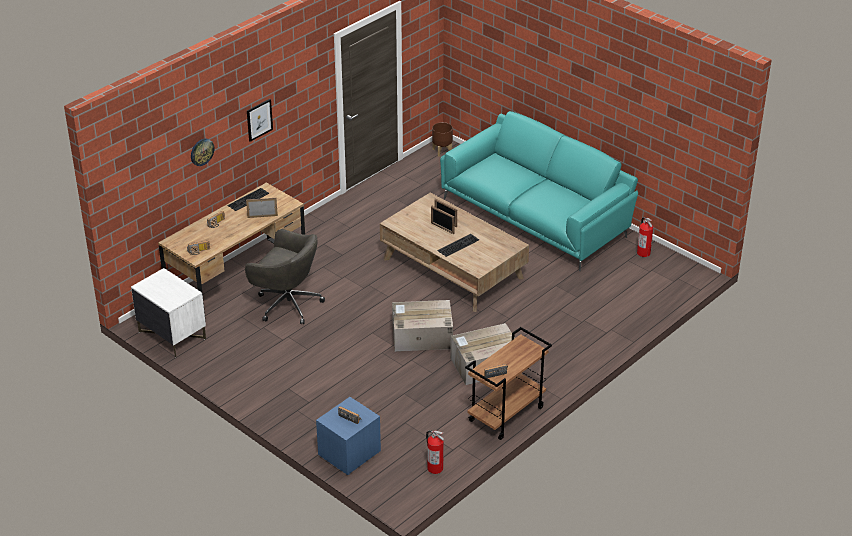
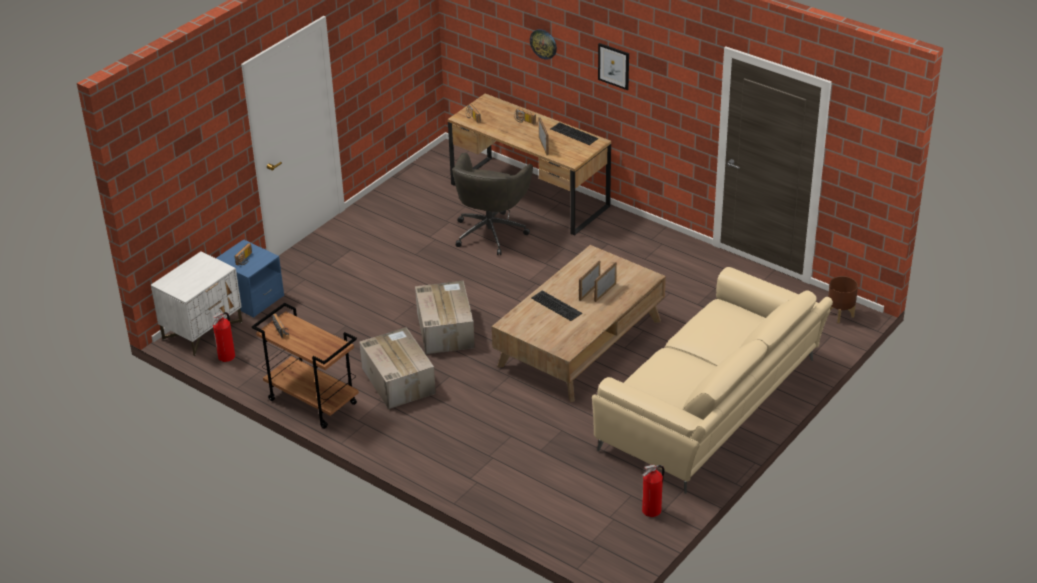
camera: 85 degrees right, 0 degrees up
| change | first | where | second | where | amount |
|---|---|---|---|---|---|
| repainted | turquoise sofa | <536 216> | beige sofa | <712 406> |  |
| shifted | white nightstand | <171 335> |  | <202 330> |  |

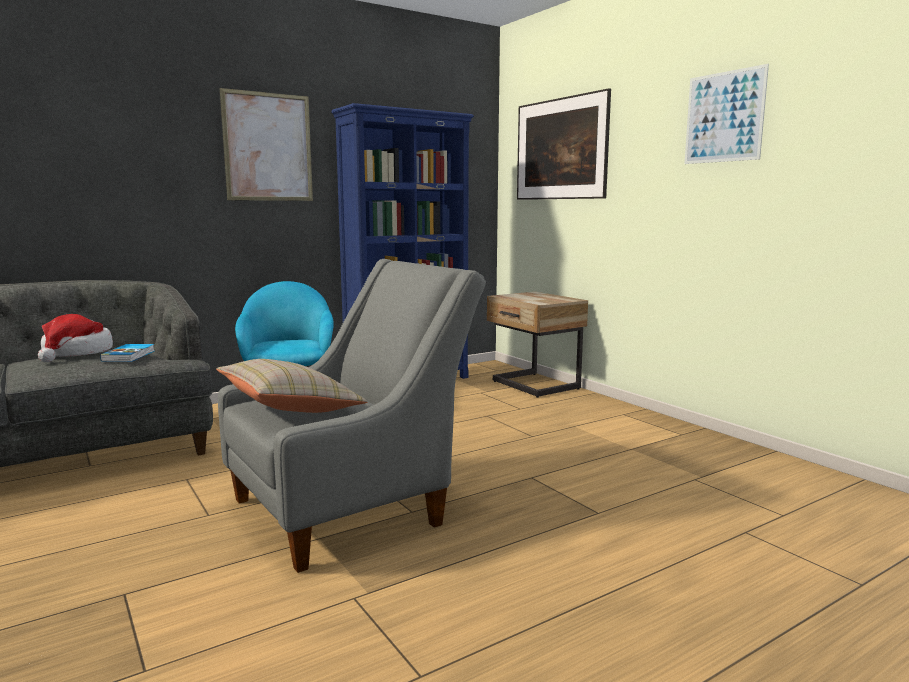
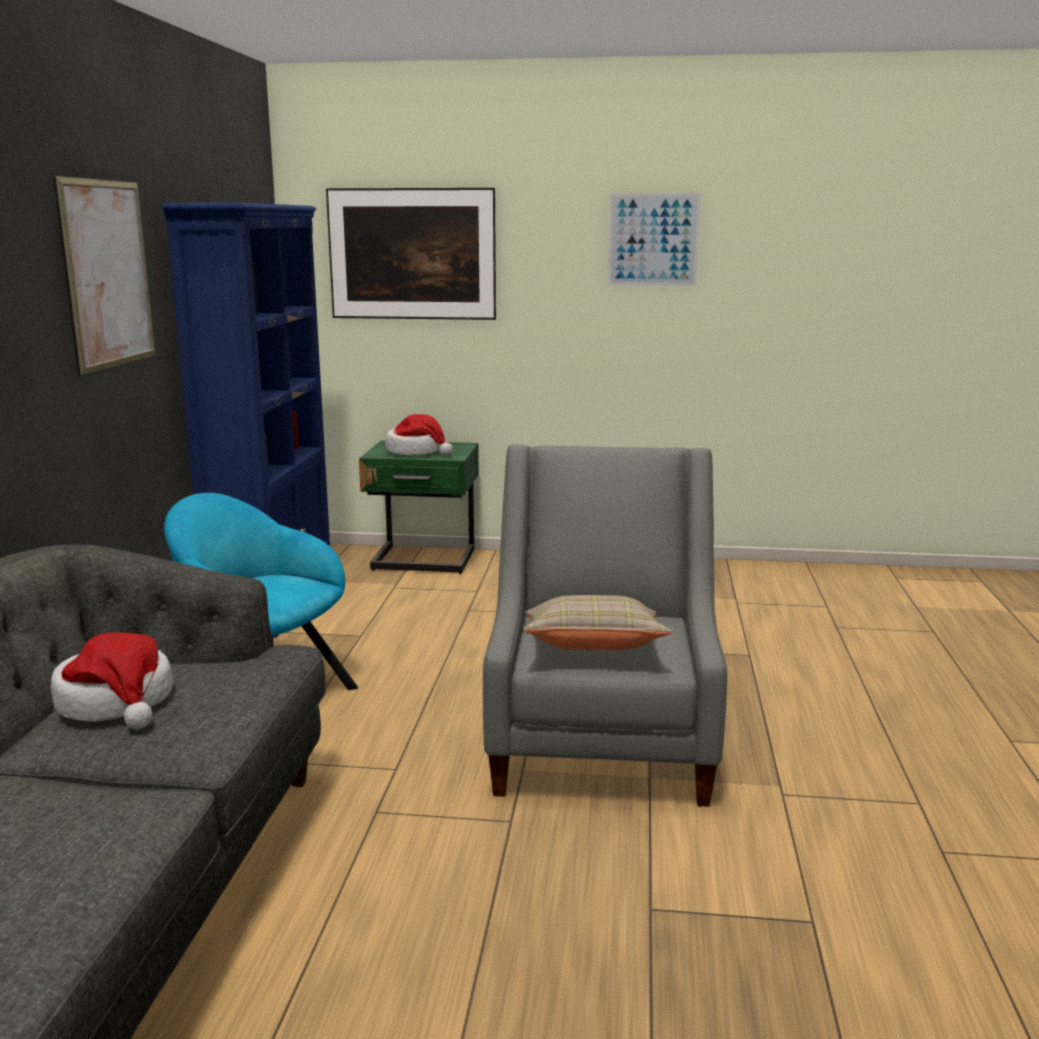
camera: 50 degrees left, 5 degrees up
| change | first | where | second | where | amount |
|---|---|---|---|---|---|
| repainted | beige nightstand | <533 385> | green nightstand | <423 561> |  |
| gone | book | <129 356> |  |  |  |
| new |  |  | hat | <417 451> |  |

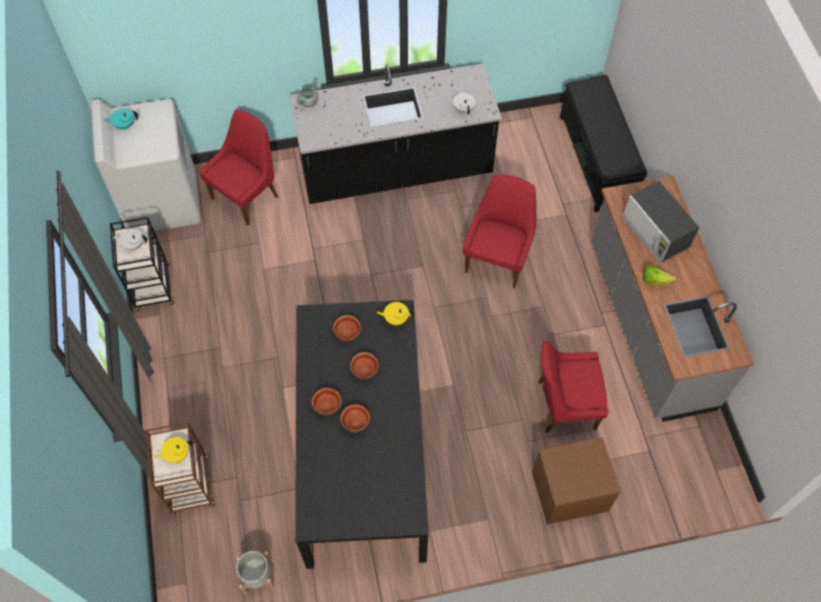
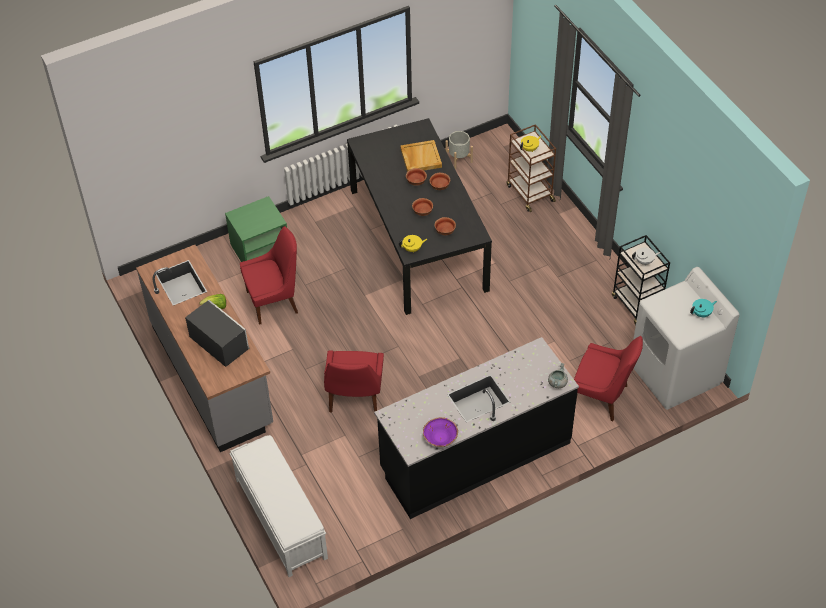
camera: 165 degrees right, 10 degrees down
| change | first | where | second | where | amount |
|---|---|---|---|---|---|
| repainted | black bench | <596 160> | white bench | <280 518> |  |
| gone | white teapot | <463 108> |  |  |  |
| rotated | red chair | <247 196> |  | <602 397> | 90 degrees counterclockwise |
| repainted | brown nightstand | <569 492> | green nightstand | <260 249> |  |
| new |  |  | beige tray | <420 158> |  |
| new |  |  | purple bowl | <440 437> |  |

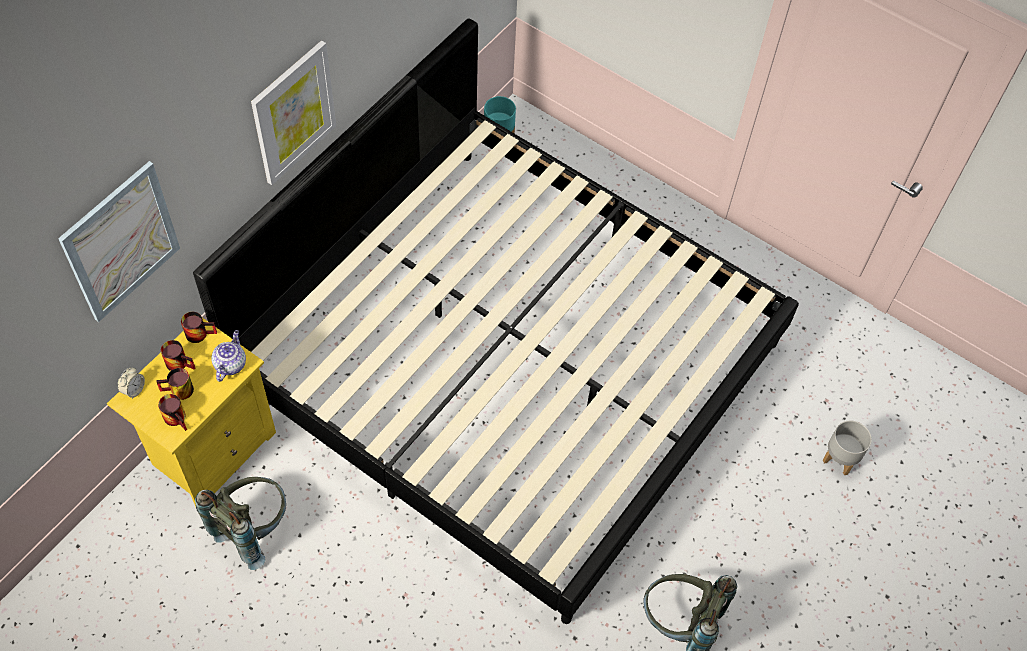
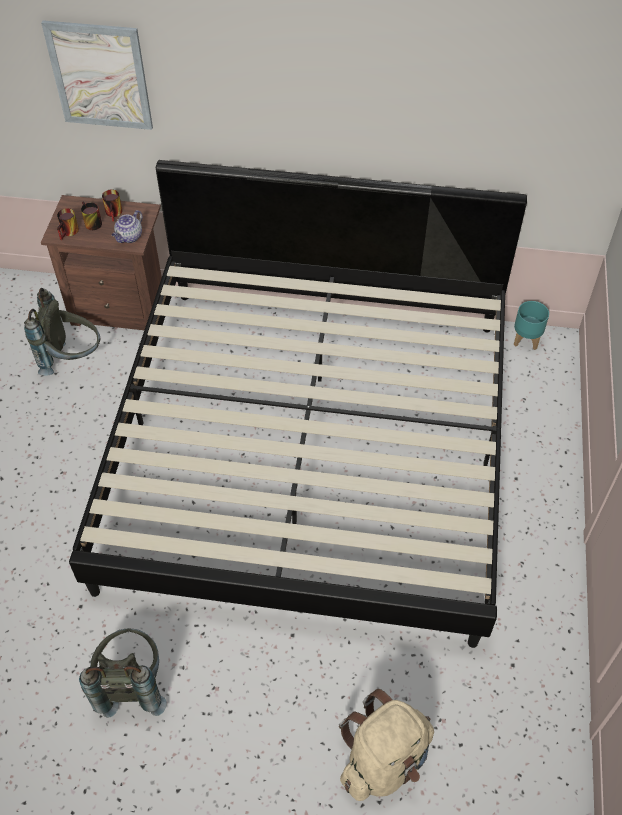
camera: 65 degrees right, 5 degrees down
| change | first | where | second | where | amount |
|---|---|---|---|---|---|
| gone | picture | <293 113> |  |  |  |
| gone | mug | <200 332> |  |  |  |
| repainted | yellow nightstand | <211 450> | brown nightstand | <122 308> |  |
| rotated | teapot | <230 364> |  | <129 237> | 135 degrees clockwise |
| gone | alarm clock | <133 390> |  |  |  |
| swapped | grey planter | <839 458> | beige backpack | <384 760> |  |

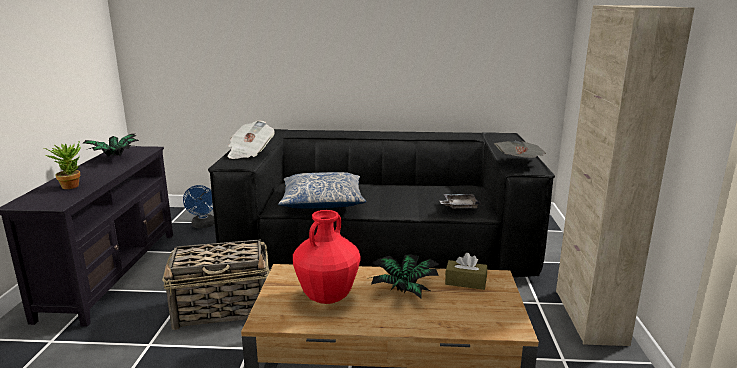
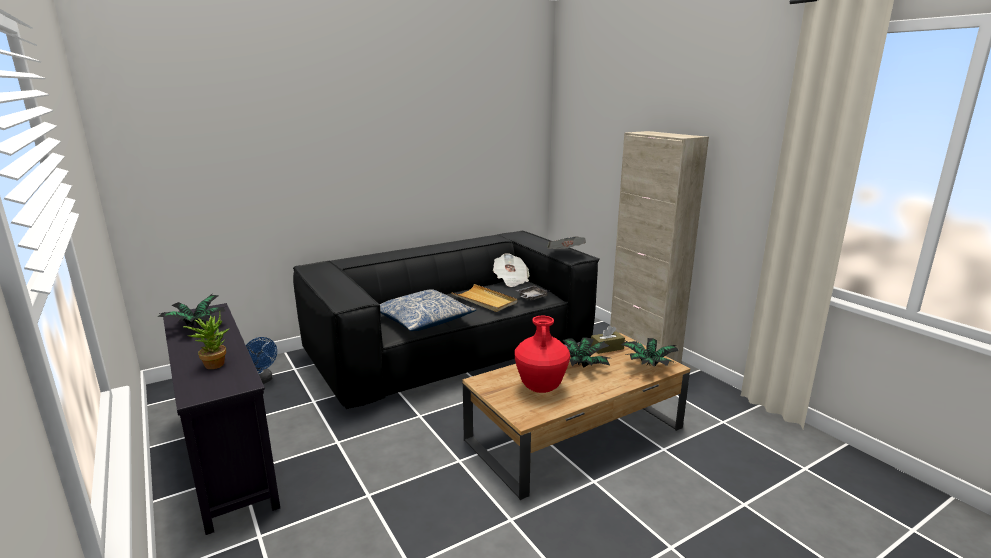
camera: 35 degrees left, 0 degrees up
| change | first | where | second | where | amount |
|---|---|---|---|---|---|
| shifted | newspaper | <249 153> |  | <511 280> |  |
| gone | basket | <223 309> |  |  |  |
| new |  |  | beige tray | <484 300> |  |
| new |  |  | potted plant | <648 366> |  |

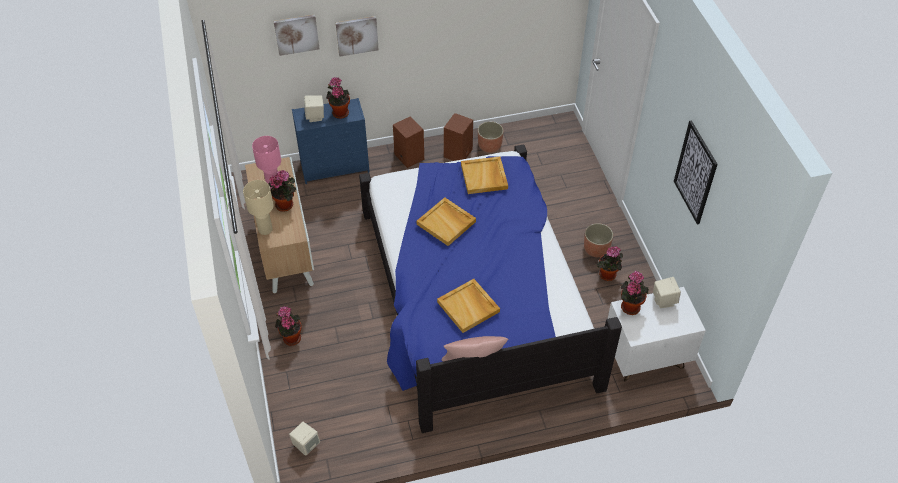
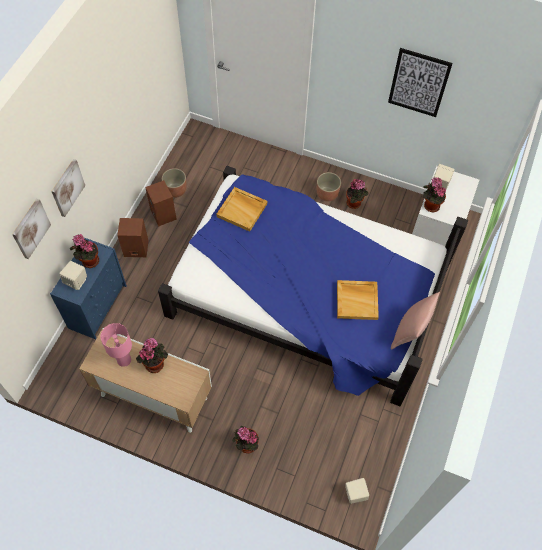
camera: 55 degrees left, 10 degrees up
| change | first | where | second | where | amount |
|---|---|---|---|---|---|
| gone | beige table lamp | <265 229> |  |  |  |
| gone | beige tray | <446 223> |  |  |  |

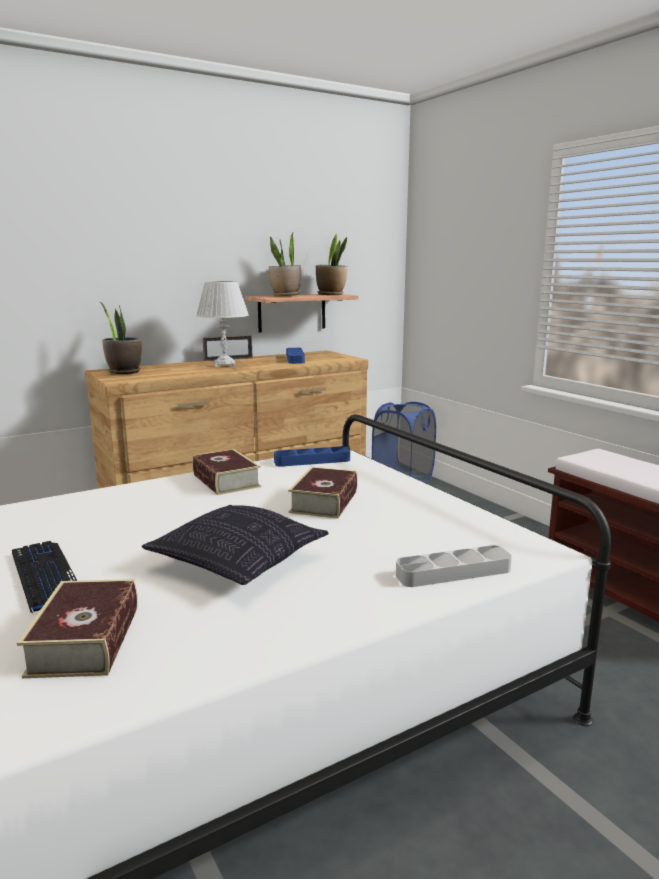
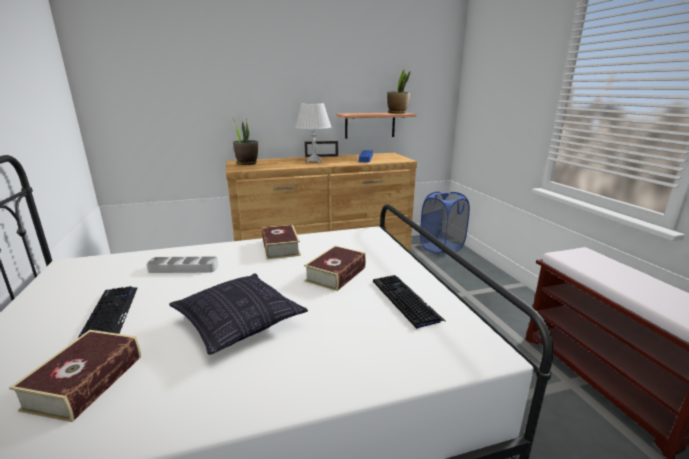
camera: 15 degrees right, 5 degrees up
| change | first | where | second | where | amount |
|---|---|---|---|---|---|
| gone | potted plant | <285 295> |  |  |  |
| gone | blue tray | <312 461> |  |  |  |
| shifted | grey tray | <453 572> |  | <183 268> |  |
| new |  |  | keyboard | <405 300> |  |

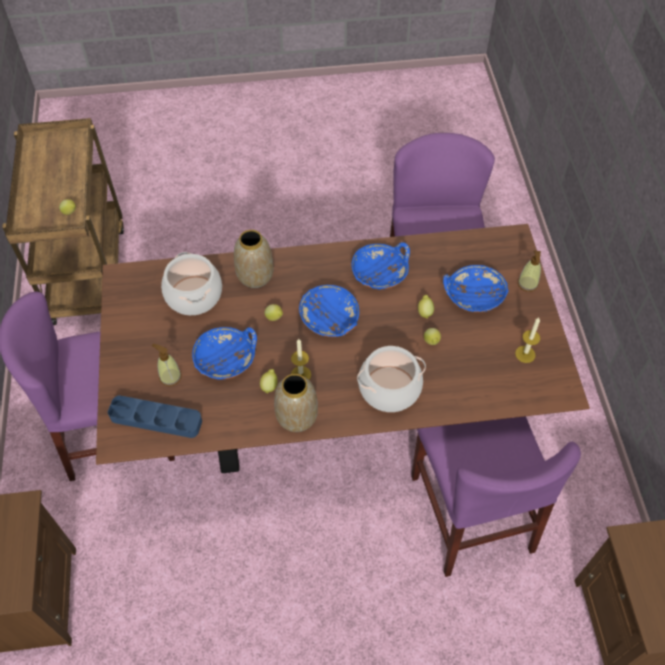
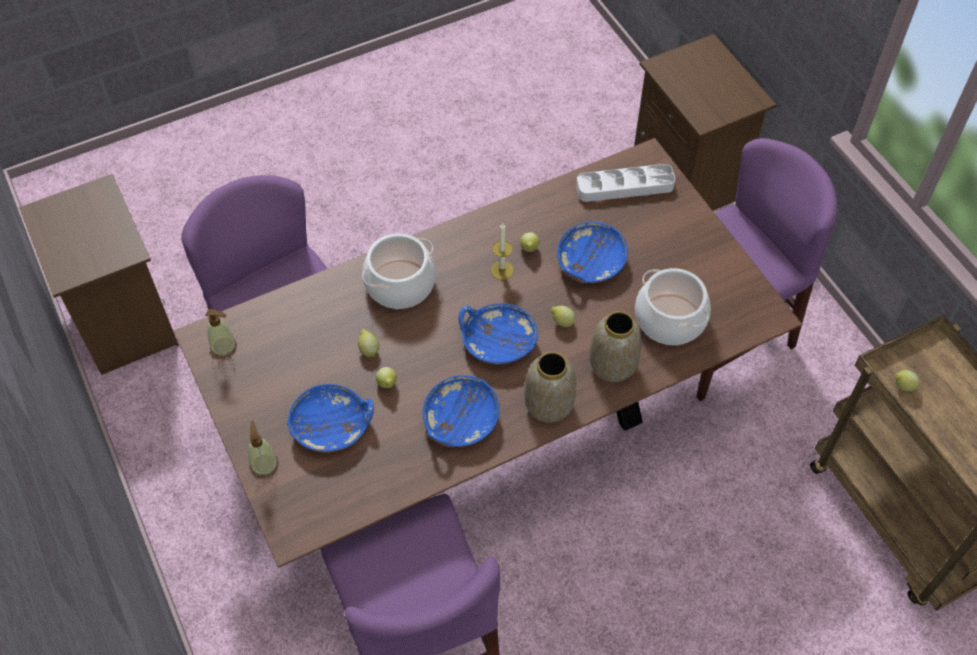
camera: 160 degrees right, 0 degrees up
| change | first | where | second | where | amount |
|---|---|---|---|---|---|
| gone | candle | <525 354> |  |  |  |
| shifted | soap dispenser | <170 377> |  | <224 347> |  |
| shifted | vase | <296 418> |  | <548 405> |  |
| repainted | blue tray | <156 419> | white tray | <624 187> |  |

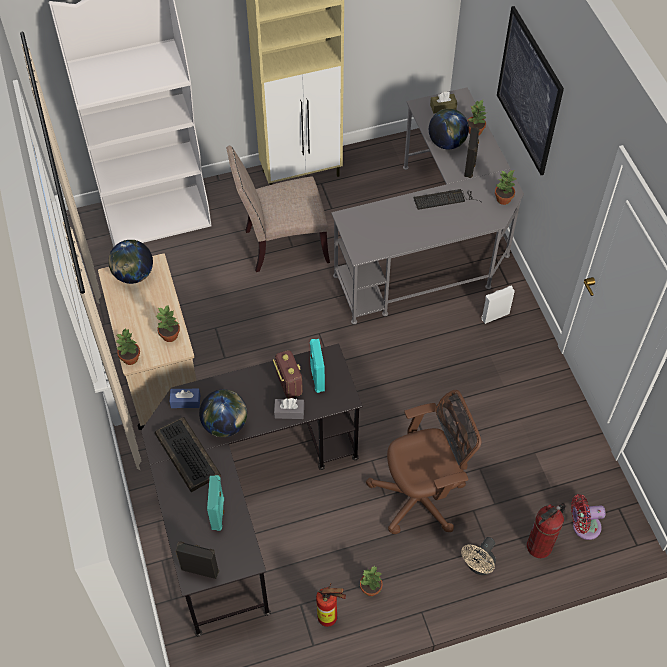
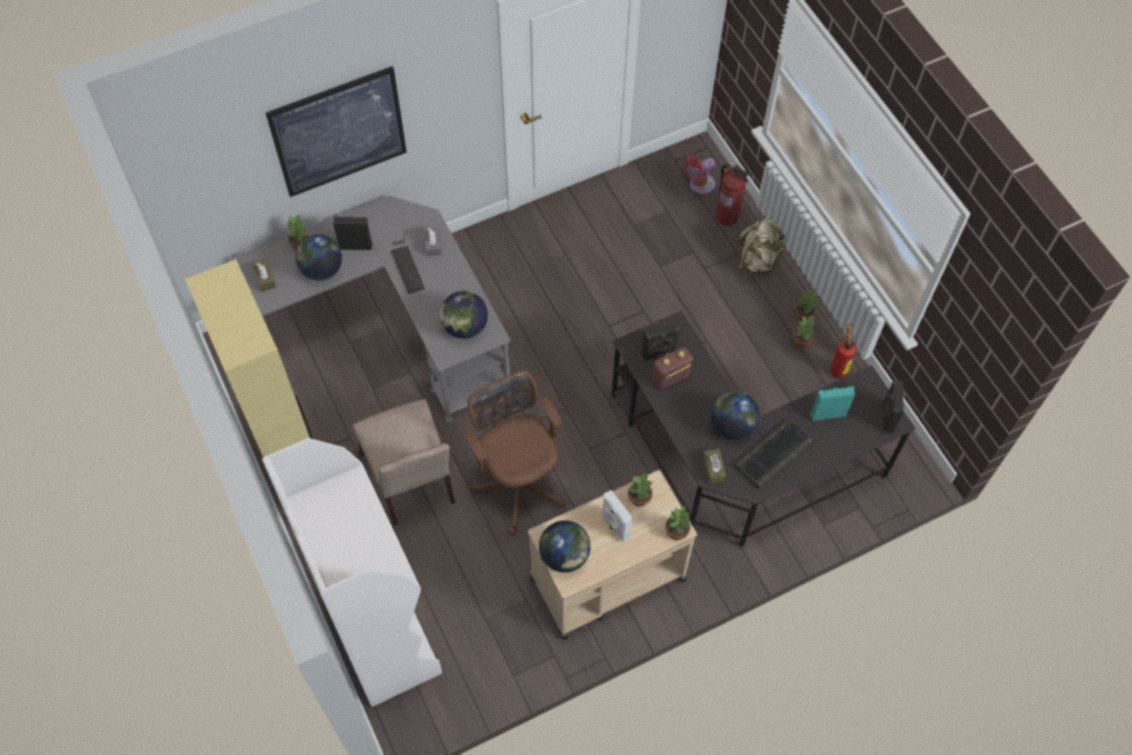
camera: 100 degrees left, 5 degrees up
| change | first | where | second | where | amount |
|---|---|---|---|---|---|
| shifted | potted plant | <503 199> |  | <803 315> |  |
| shifted | white speaker | <494 315> |  | <614 526> |  |
| repainted | turquoise speaker | <316 378> | black speaker | <658 353> |  |
| repainted | blue tissue box | <185 401> | brown tissue box | <713 469> |  |
| shifted | brown office chair | <422 497> |  | <518 482> |  |
| shifted | grey tissue box | <289 412> |  | <433 244> |  |
| rotated | red fan | <583 526> |  | <699 185> | 75 degrees clockwise |
| swapped | beige fan | <478 566> | beige backpack | <757 260> |  |
| new |  |  | globe | <464 327> |  |

